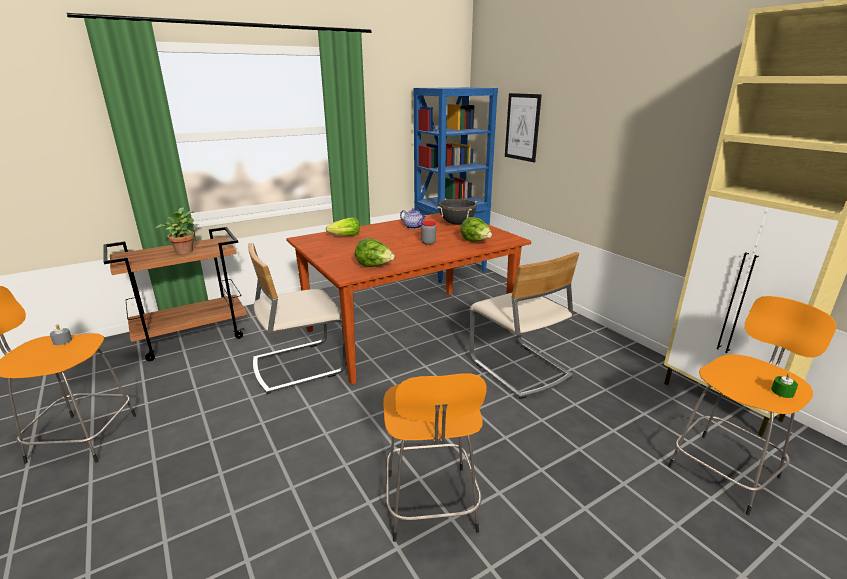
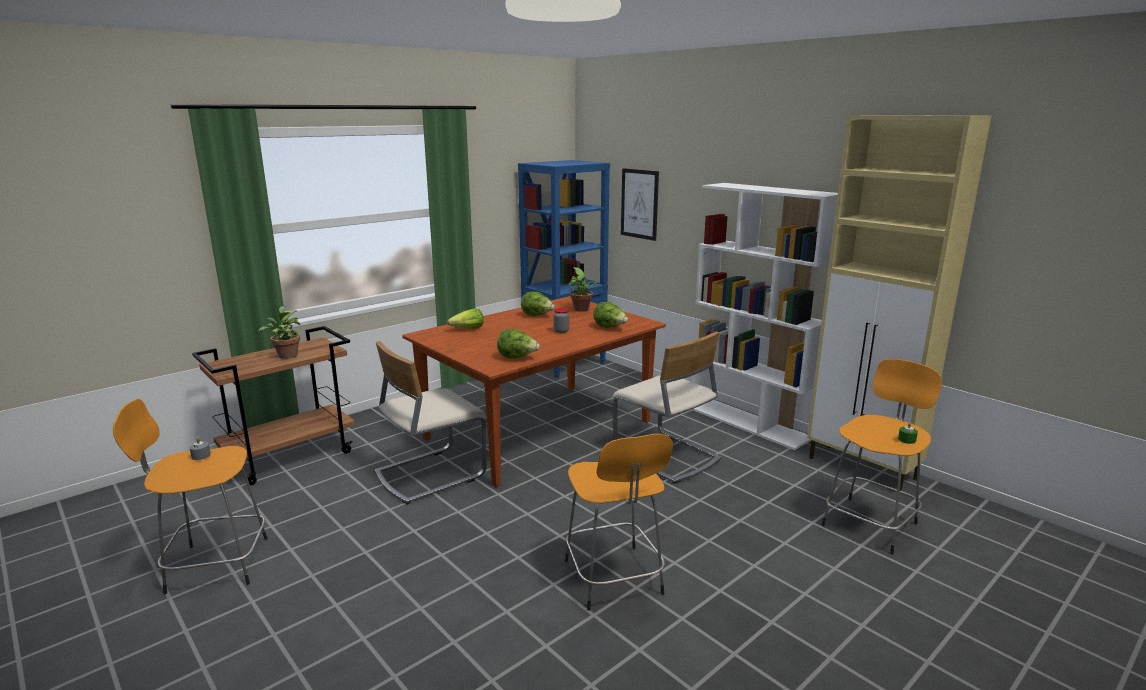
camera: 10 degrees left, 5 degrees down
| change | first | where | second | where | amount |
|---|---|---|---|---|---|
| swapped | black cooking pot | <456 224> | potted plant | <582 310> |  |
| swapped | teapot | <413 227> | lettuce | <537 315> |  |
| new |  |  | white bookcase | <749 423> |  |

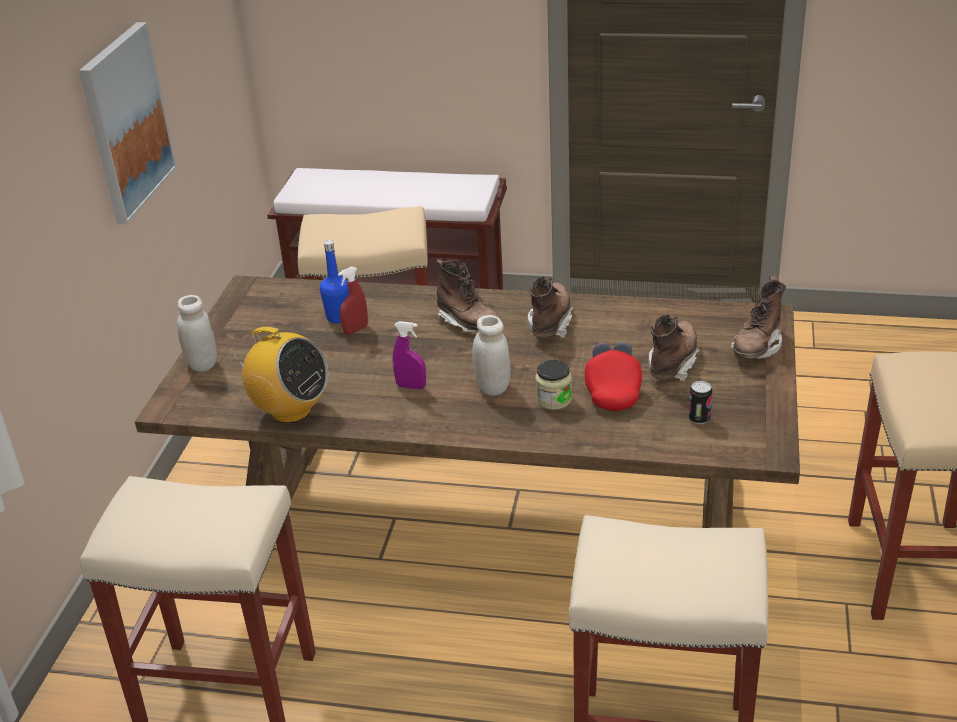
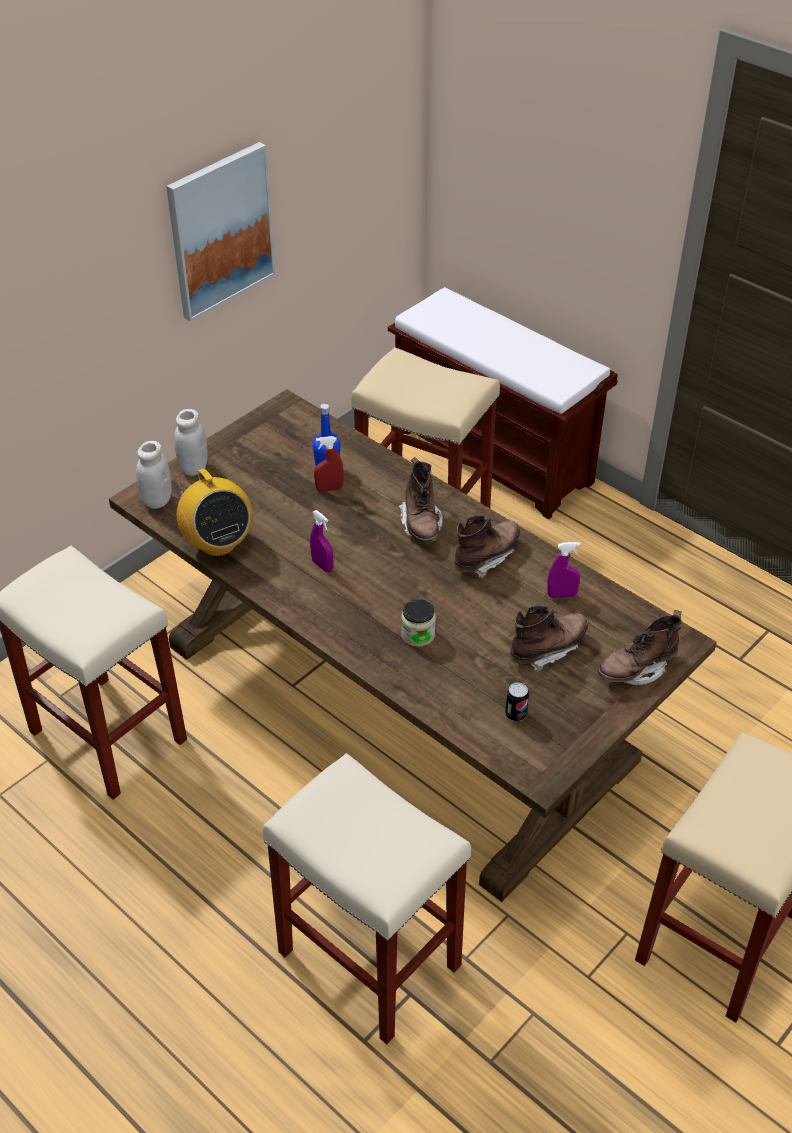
camera: 30 degrees right, 10 degrees up
| change | first | where | second | where | amount |
|---|---|---|---|---|---|
| shifted | white jar | <493 387> |  | <157 500> |  |
| gone | red cap | <612 390> |  |  |  |
| new |  |  | purple spray bottle | <561 595> |  |

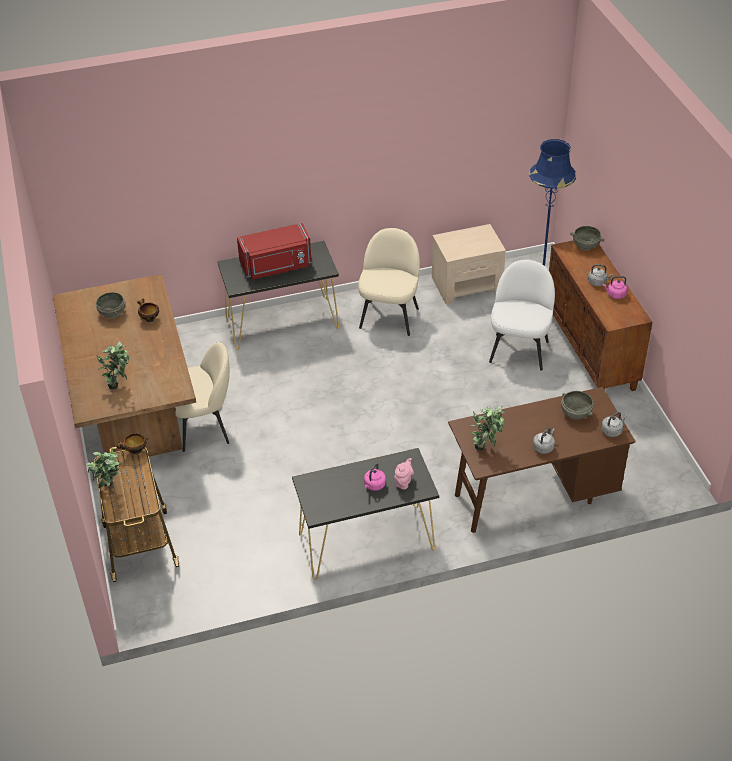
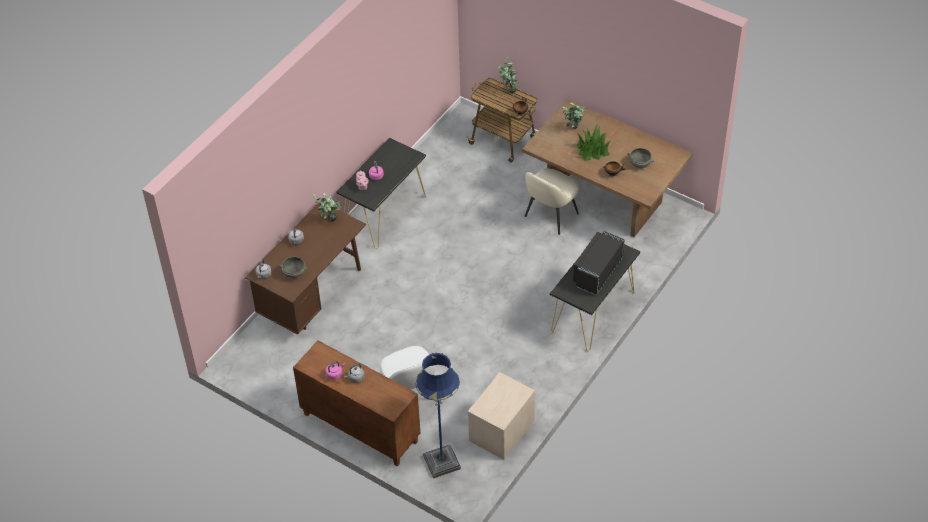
camera: 140 degrees right, 5 degrees up
| change | first | where | second | where | amount |
|---|---|---|---|---|---|
| repainted | red microwave | <276 266> | black microwave | <596 272> |  |
| gone | grey bowl | <585 246> |  |  |  |
| gone | beige chair | <389 317> |  |  |  |
| new |  |  | potted plant | <592 150> |  |

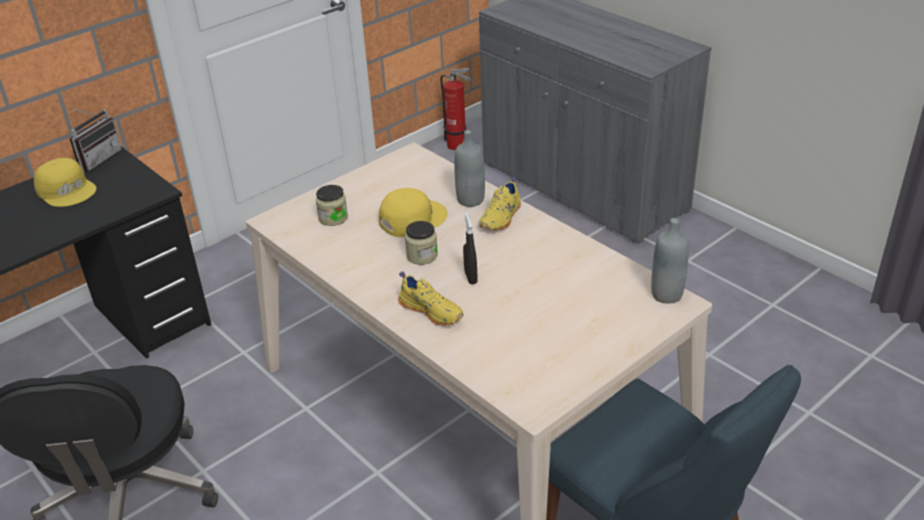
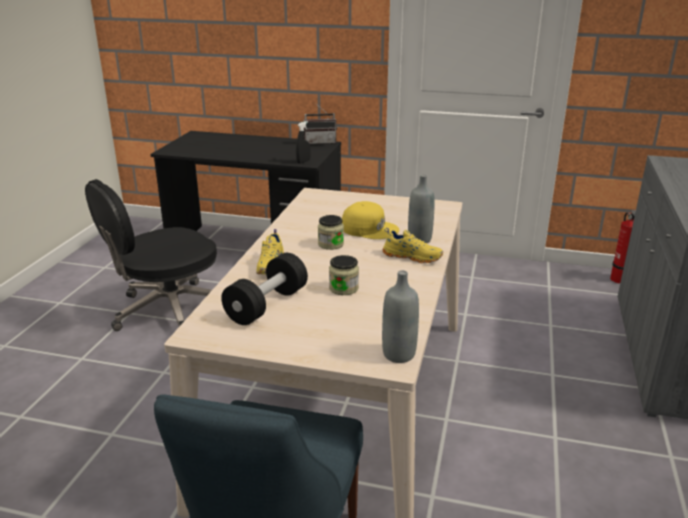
camera: 55 degrees right, 10 degrees down
| change | first | where | second | where | amount |
|---|---|---|---|---|---|
| gone | yellow cap | <67 190> |  |  |  |
| rotated | yellow shoe | <501 218> |  | <412 256> | 150 degrees counterclockwise |
| shifted | jar | <333 218> |  | <343 288> |  |
| shifted | black spray bottle | <470 277> |  | <303 162> |  |
| new |  |  | black dumbbell | <267 305> |  |

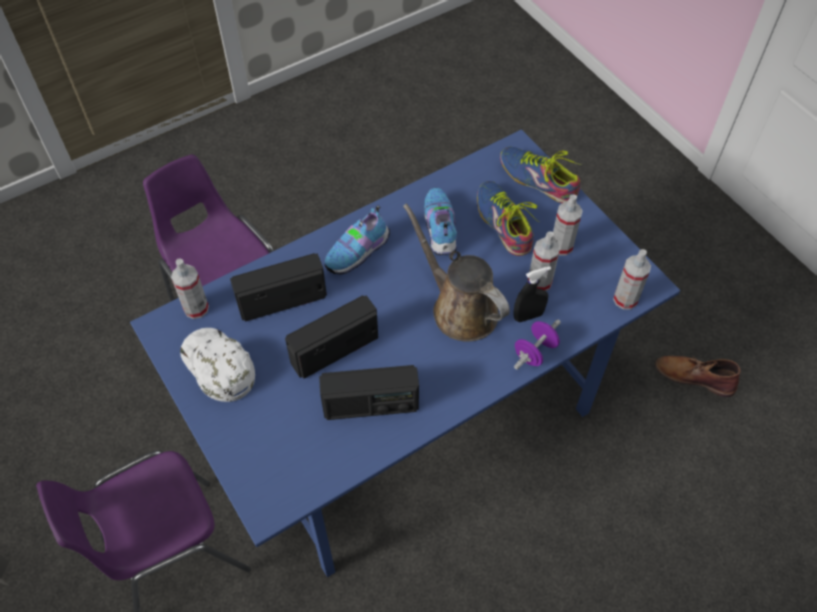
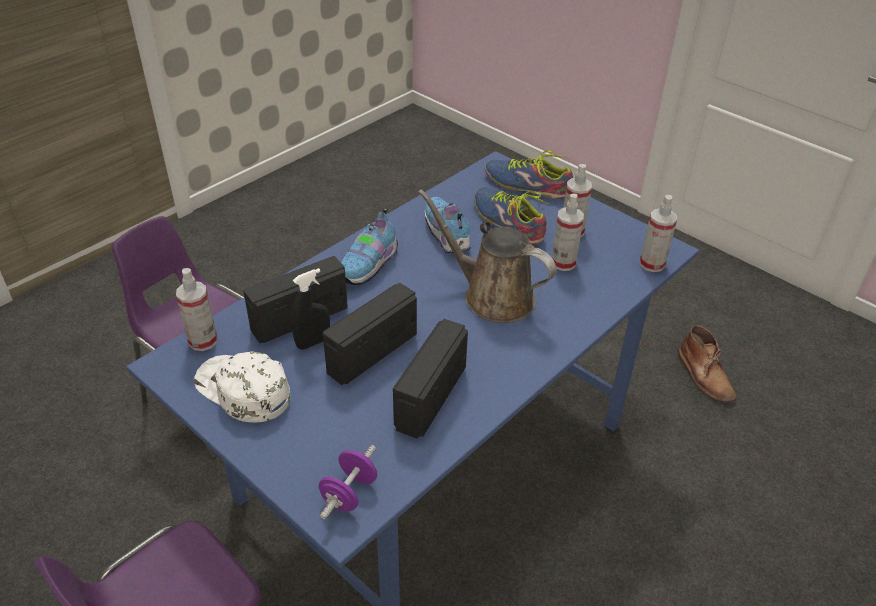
camera: 15 degrees left, 15 degrees down
| change | first | where | second | where | amount |
|---|---|---|---|---|---|
| shifted | black spray bottle | <528 316> |  | <313 342> |  |
| shifted | purple dumbbell | <535 352> |  | <349 493> |  |
| rotated | brown boot | <694 376> |  | <704 376> | 120 degrees counterclockwise |
| rotated | radio | <370 405> |  | <430 397> | 135 degrees clockwise |

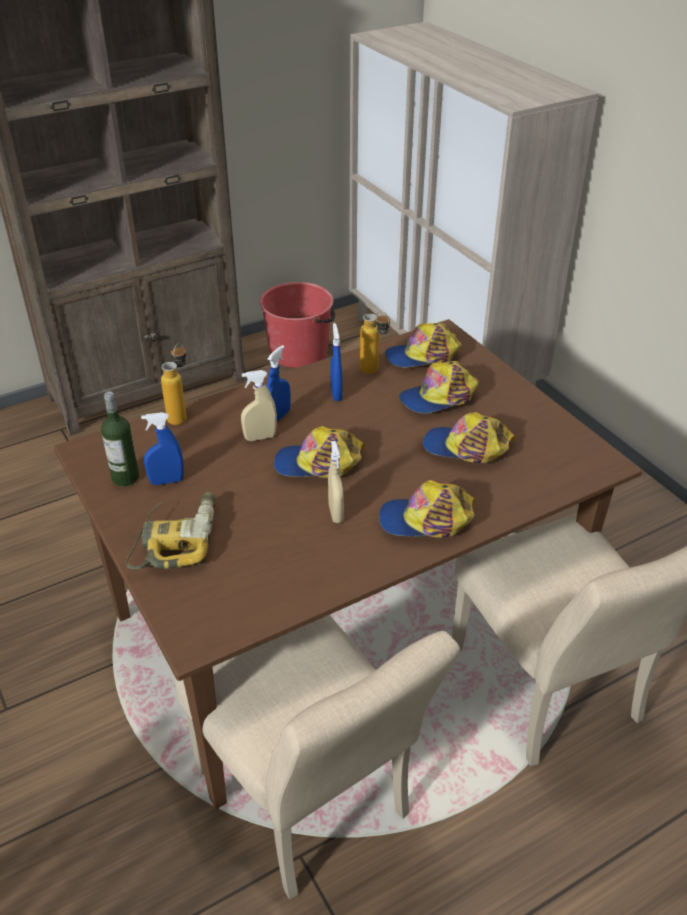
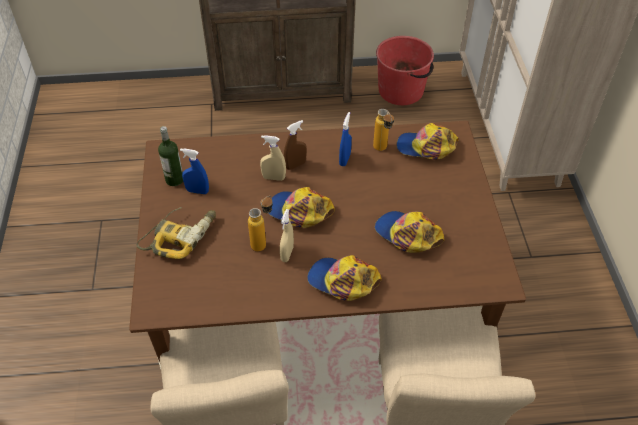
camera: 25 degrees right, 10 degrees up
| change | first | where | second | where | amount |
|---|---|---|---|---|---|
| shifted | bottle | <181 415> |  | <263 242> |  |
| repainted | blue spray bottle | <279 416> | brown spray bottle | <295 165> |  |
| gone | cap | <439 398> |  |  |  |

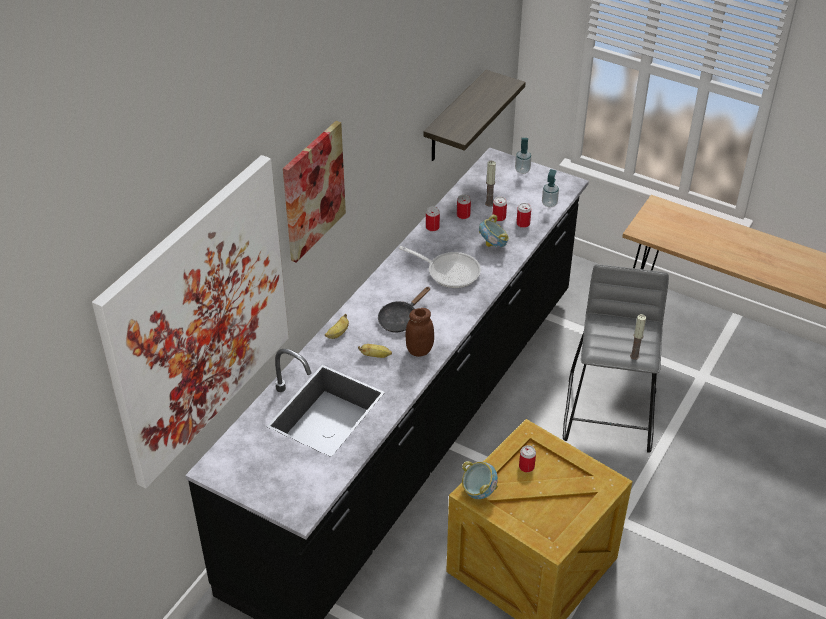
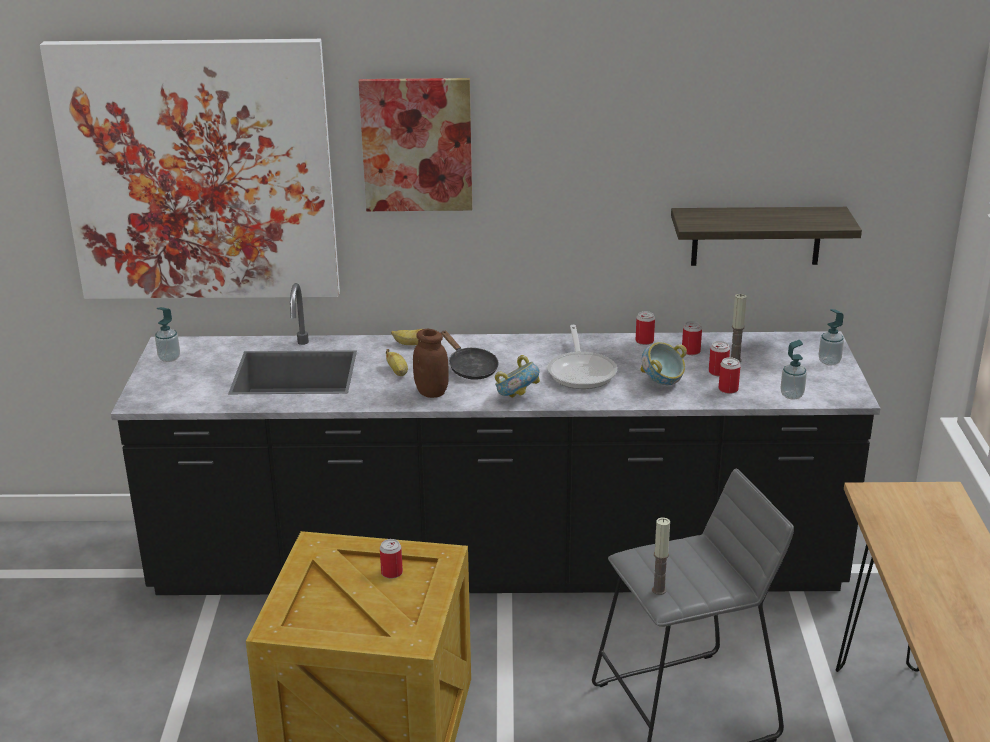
camera: 60 degrees right, 15 degrees down
| change | first | where | second | where | amount |
|---|---|---|---|---|---|
| rotated | black frying pan | <400 319> |  | <470 368> | 135 degrees counterclockwise |
| shifted | bowl | <478 491> |  | <517 398> |  |
| new |  |  | soap dispenser | <169 358> |  |

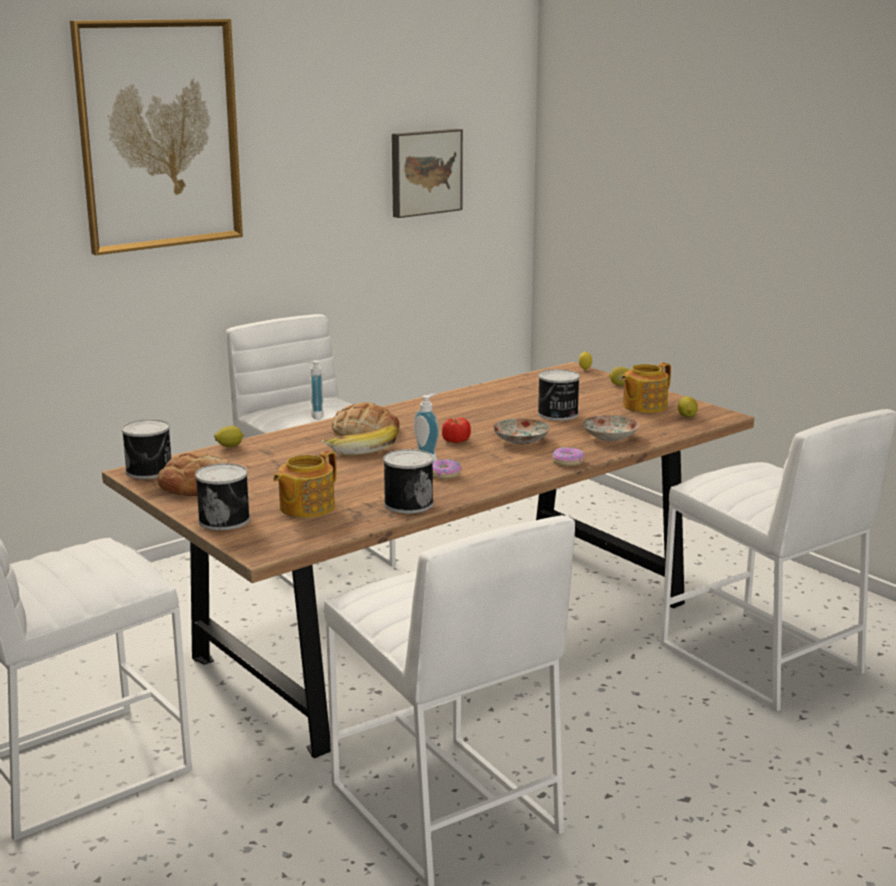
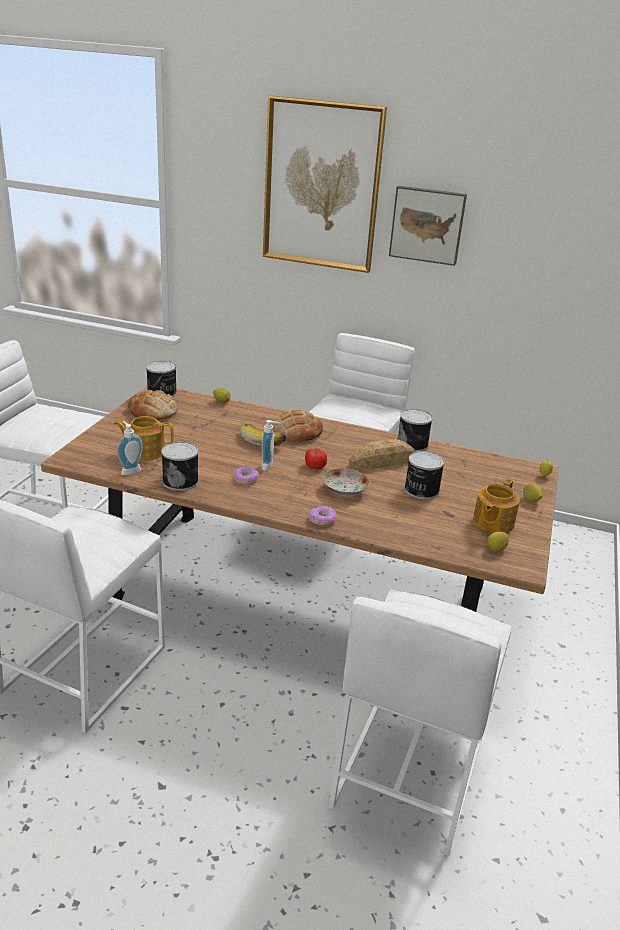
camera: 55 degrees right, 10 degrees up
| change | first | where | second | where | amount |
|---|---|---|---|---|---|
| shifted | picture | <424 172> |  | <427 225> |  |
| shifted | soap dispenser | <314 416> |  | <130 470> |  |
| rotated | teapot | <643 406> |  | <492 522> | 75 degrees counterclockwise |
| gone | plate | <610 437> |  |  |  |
| shifted | can | <225 519> |  | <413 444> |  |
| new |  |  | bread | <382 461> |  |

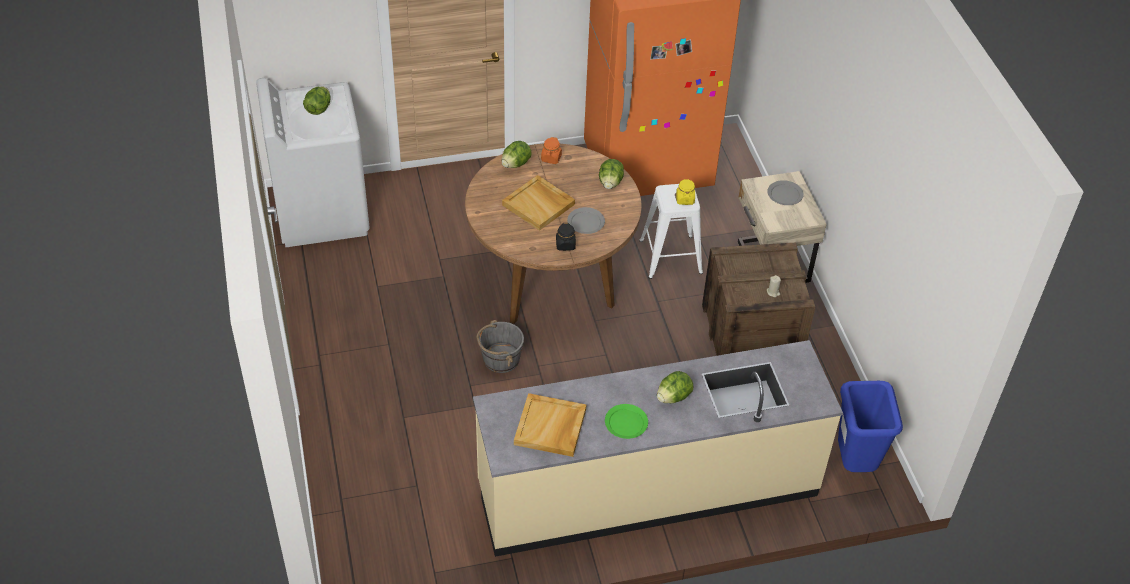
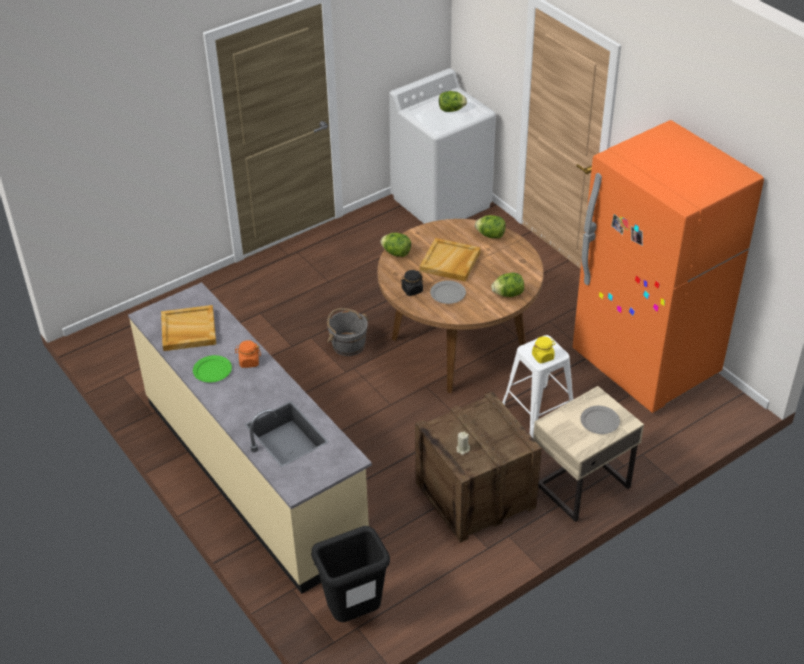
camera: 70 degrees right, 5 degrees down
| change | first | where | second | where | amount |
|---|---|---|---|---|---|
| shifted | orange jar | <551 158> |  | <249 362> |  |
| shifted | lettuce | <673 397> |  | <396 253> |  |
| repainted | blue trash can | <854 464> | black trash can | <353 614> |  |

